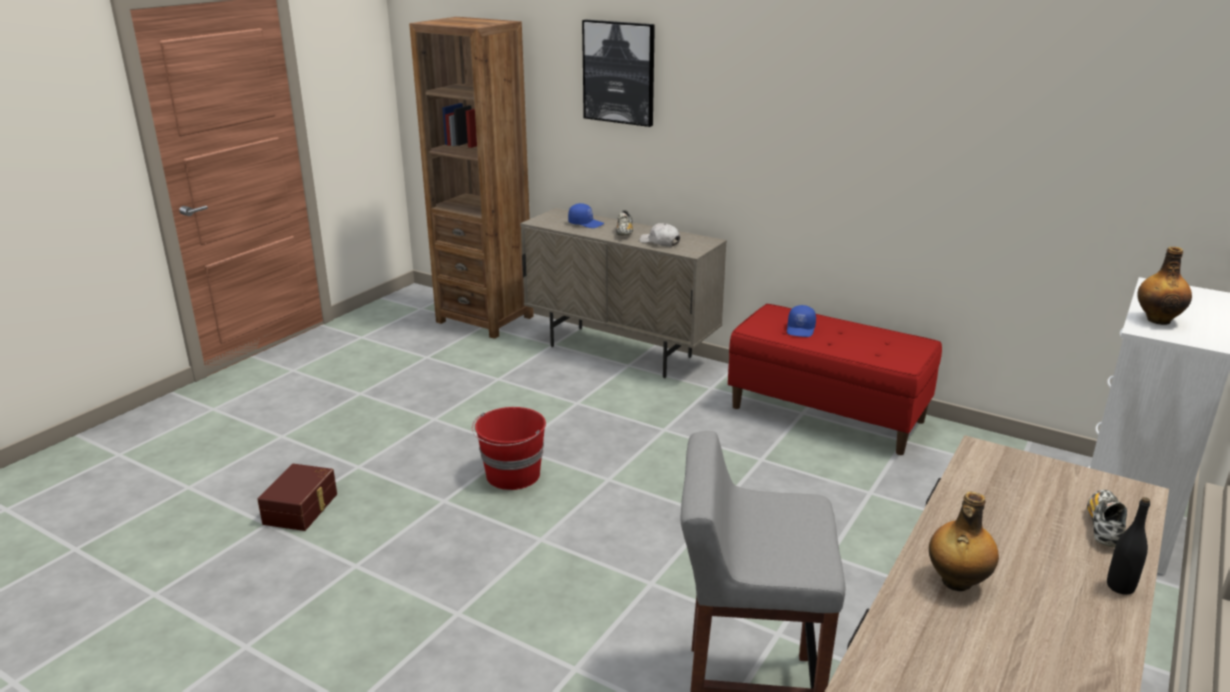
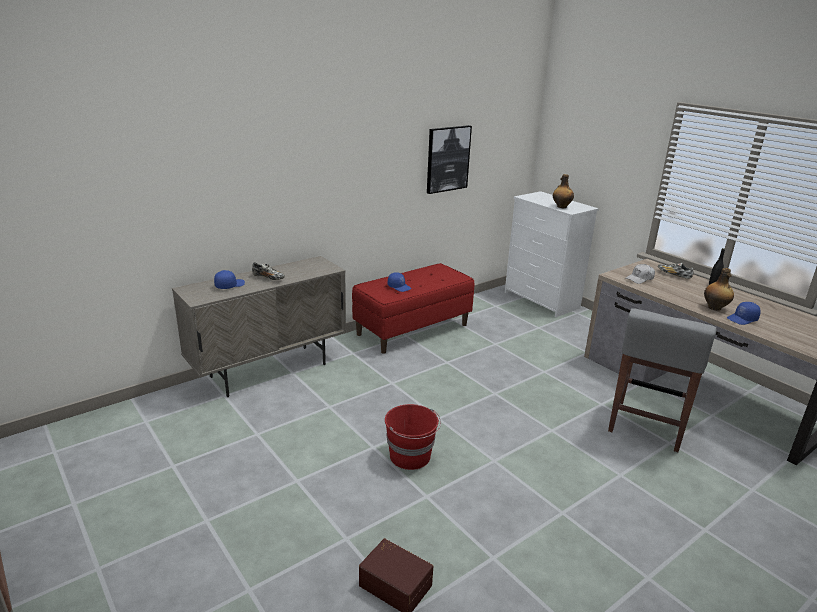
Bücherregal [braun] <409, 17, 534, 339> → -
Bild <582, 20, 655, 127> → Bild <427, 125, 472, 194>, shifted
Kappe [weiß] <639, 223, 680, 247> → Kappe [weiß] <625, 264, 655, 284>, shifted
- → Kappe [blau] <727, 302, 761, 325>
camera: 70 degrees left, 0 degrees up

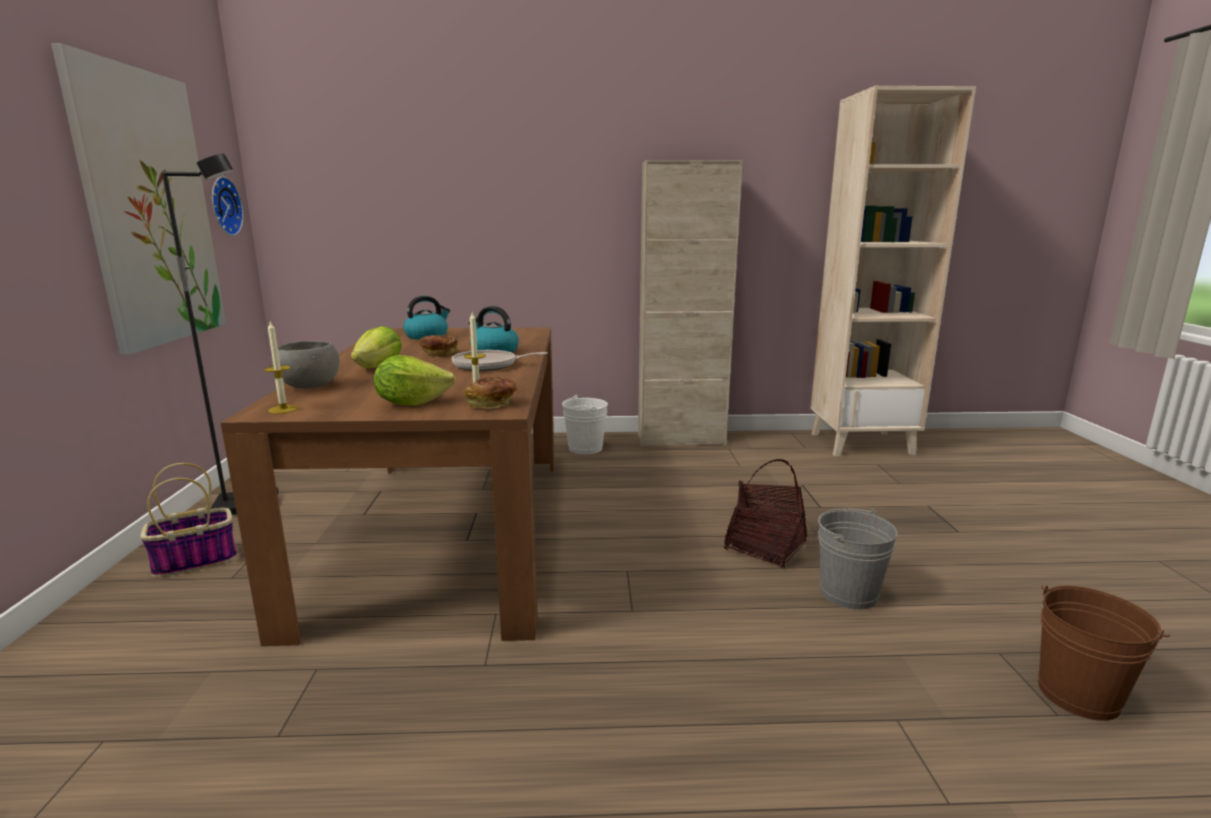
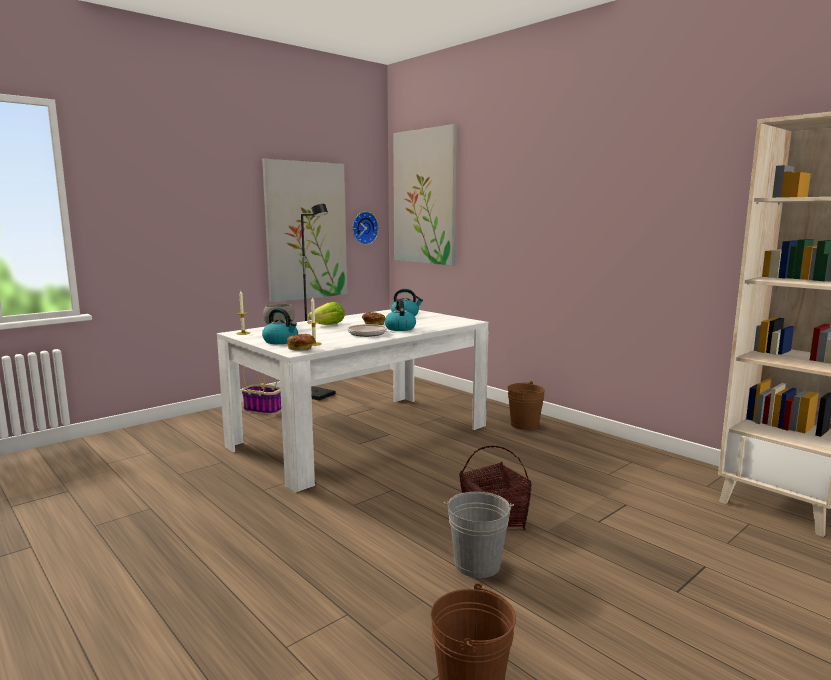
Esstisch [braun] <220, 327, 554, 646> → Esstisch [weiß] <217, 309, 489, 493>
Salatkopf <374, 355, 455, 406> → Wasserkessel <262, 308, 298, 344>
Eimer [weiß] <562, 395, 608, 454> → Eimer [braun] <507, 381, 545, 430>
Schrank [beige] <638, 160, 743, 447> → -
- → Bild <393, 124, 457, 266>
camera: 50 degrees right, 5 degrees down

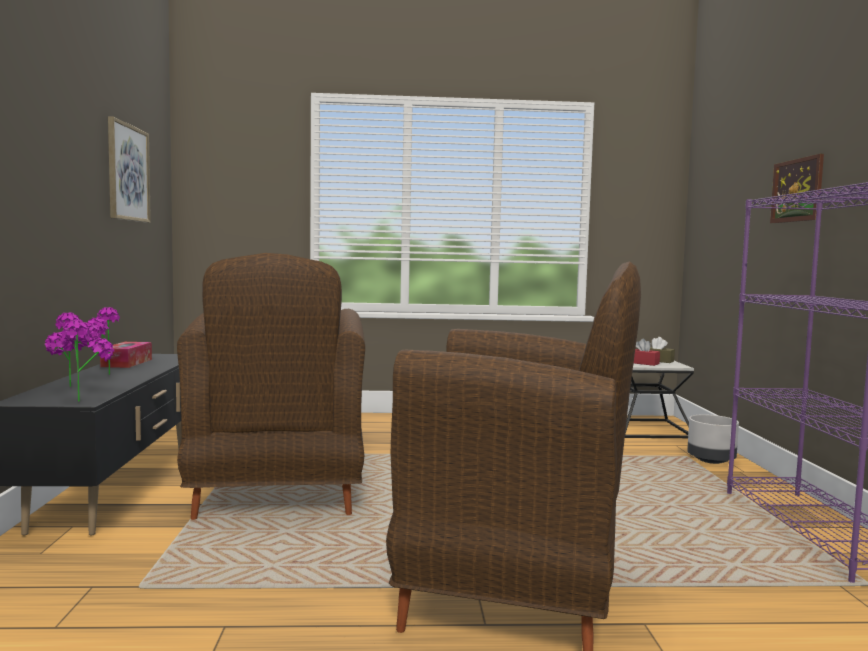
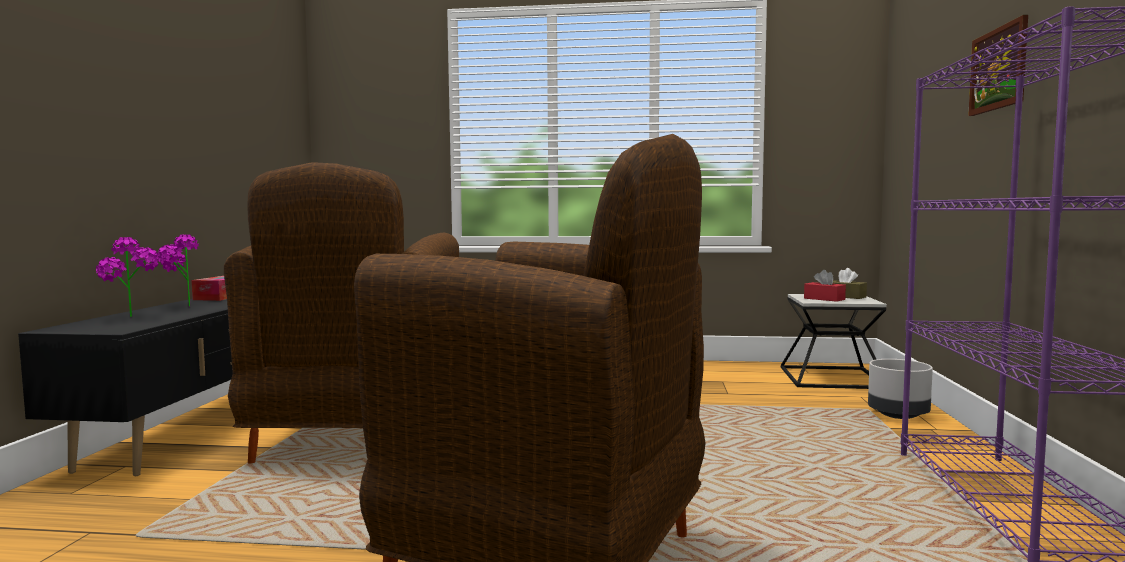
Topfpflanze <60, 320, 114, 402> → -
Bild <108, 116, 151, 223> → -
camera: 10 degrees right, 0 degrees up

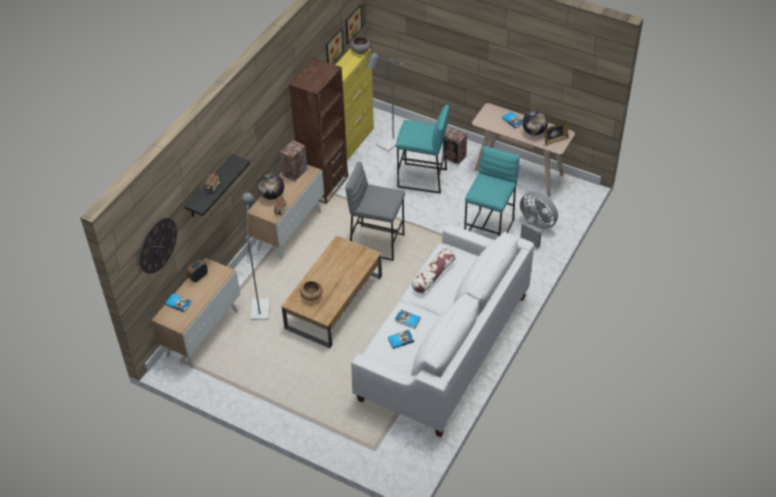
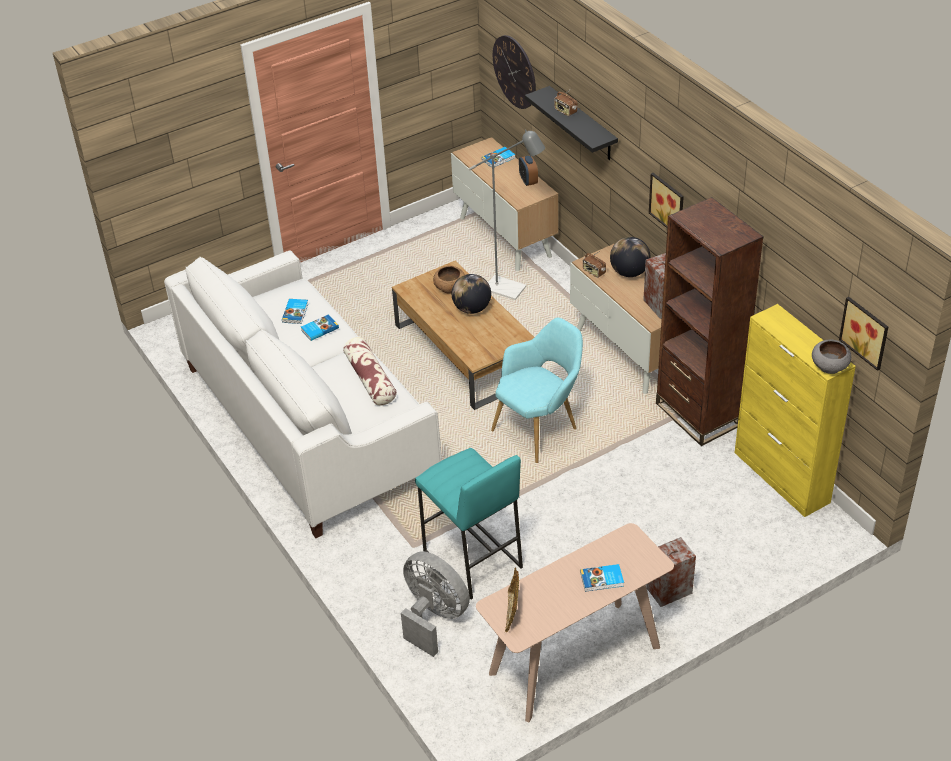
Bild <326, 28, 344, 64> → Bild <649, 173, 684, 228>, shifted
Hocker [grau] <345, 162, 405, 261> → Sessel [türkis] <491, 318, 583, 463>
Stehlampe [grau] <366, 51, 404, 152> → -
Hocker [türkis] <396, 105, 449, 194> → -
Ventilator [grau] <520, 191, 558, 248> → Ventilator [grau] <401, 551, 470, 657>, 120 degrees counterclockwise
Globus <522, 110, 548, 135> → Globus <452, 274, 491, 314>, shifted
camera: 120 degrees right, 5 degrees down

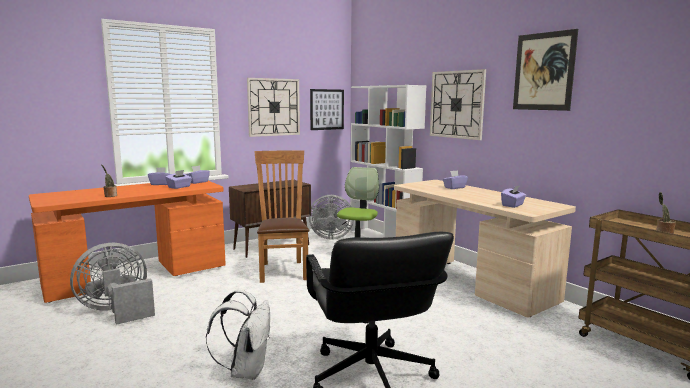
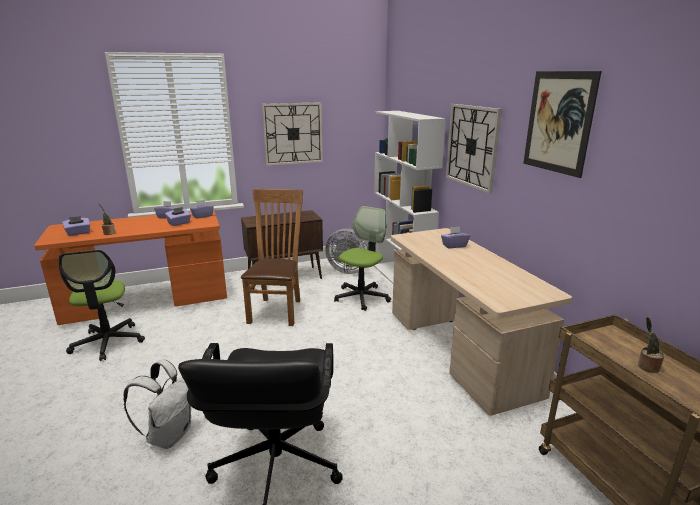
Ventilator [grau] <70, 243, 155, 325> → Bürostuhl <59, 250, 145, 361>
Bild <310, 89, 344, 130> → -
Taschentuchbox [lila] <501, 185, 526, 208> → Taschentuchbox [lila] <62, 216, 90, 236>, shifted
camera: 15 degrees right, 10 degrees up

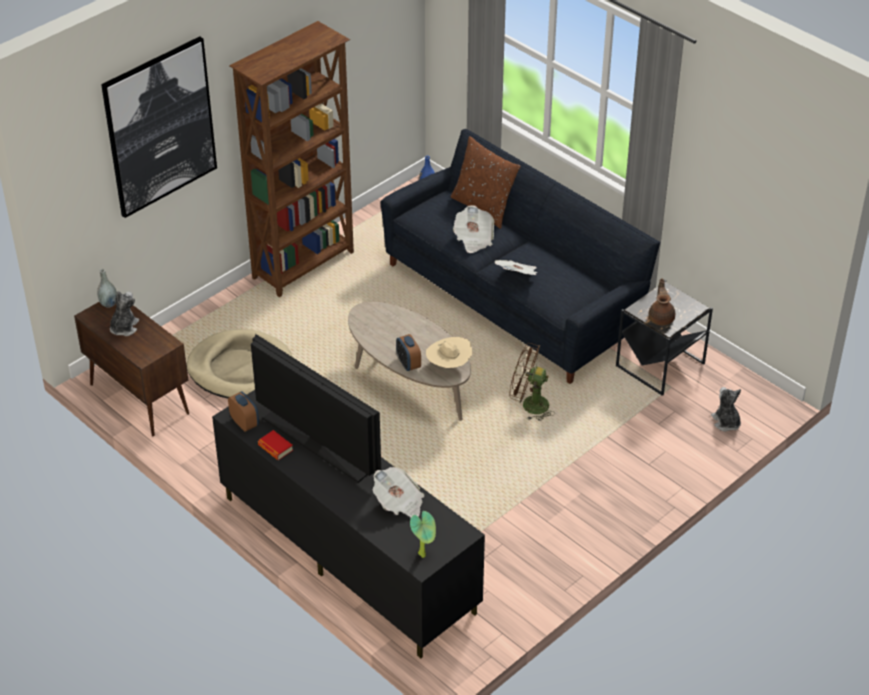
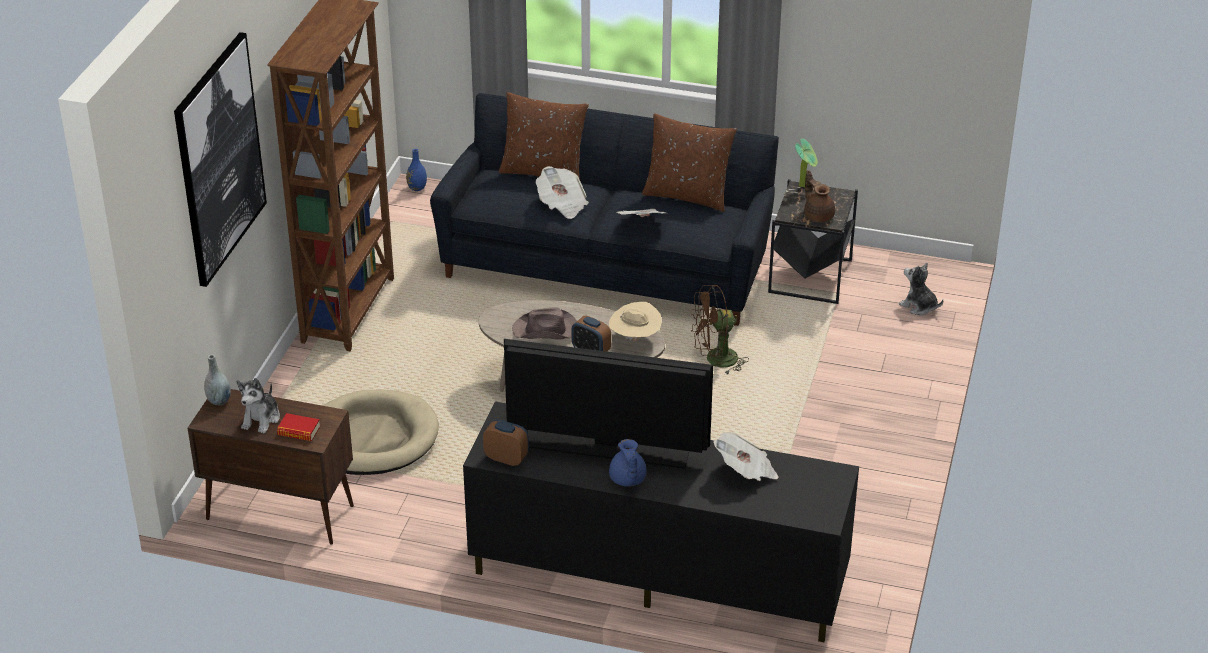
Plüschtier <110, 291, 139, 336> → Plüschtier <236, 378, 280, 433>, 150 degrees counterclockwise
Buch <258, 430, 293, 460> → Buch <277, 413, 320, 441>, shifted
Topfpflanze <410, 511, 436, 558> → Topfpflanze <795, 138, 818, 187>, shifted
- → Hut [braun] <512, 307, 577, 340>
- → Teekanne [blau] <609, 439, 646, 487>
- → Kissen [braun] <642, 114, 737, 212>
camera: 30 degrees left, 5 degrees down

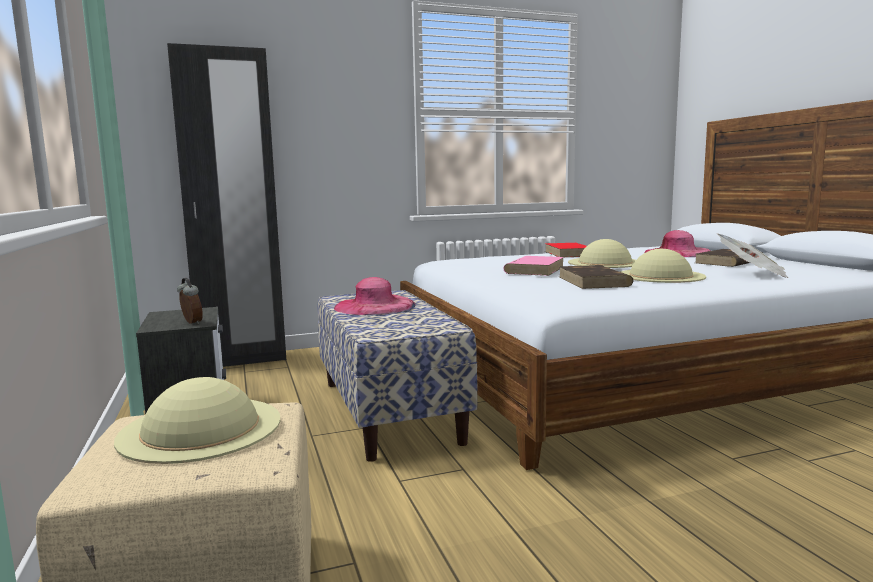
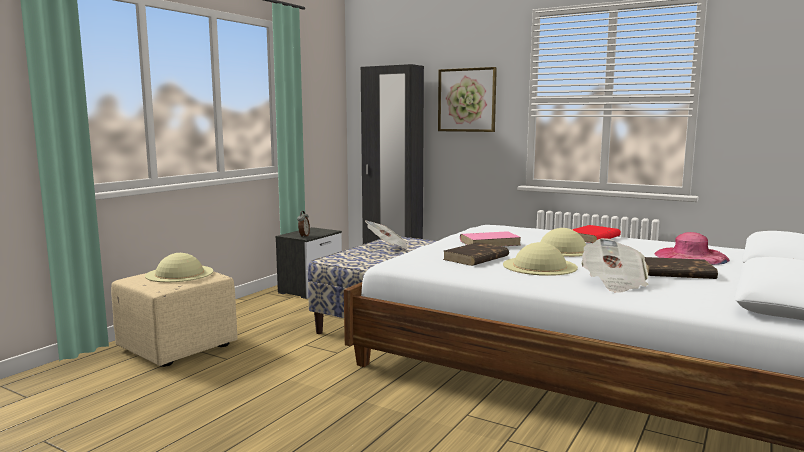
Hut [rosa] <334, 277, 416, 315> → Zeitung <365, 221, 409, 249>
- → Bild <438, 67, 497, 132>
camera: 50 degrees right, 0 degrees up

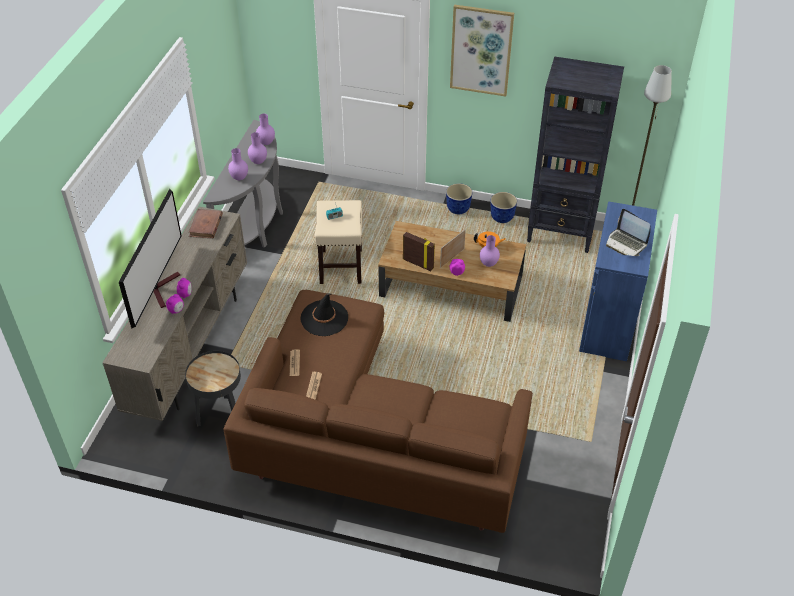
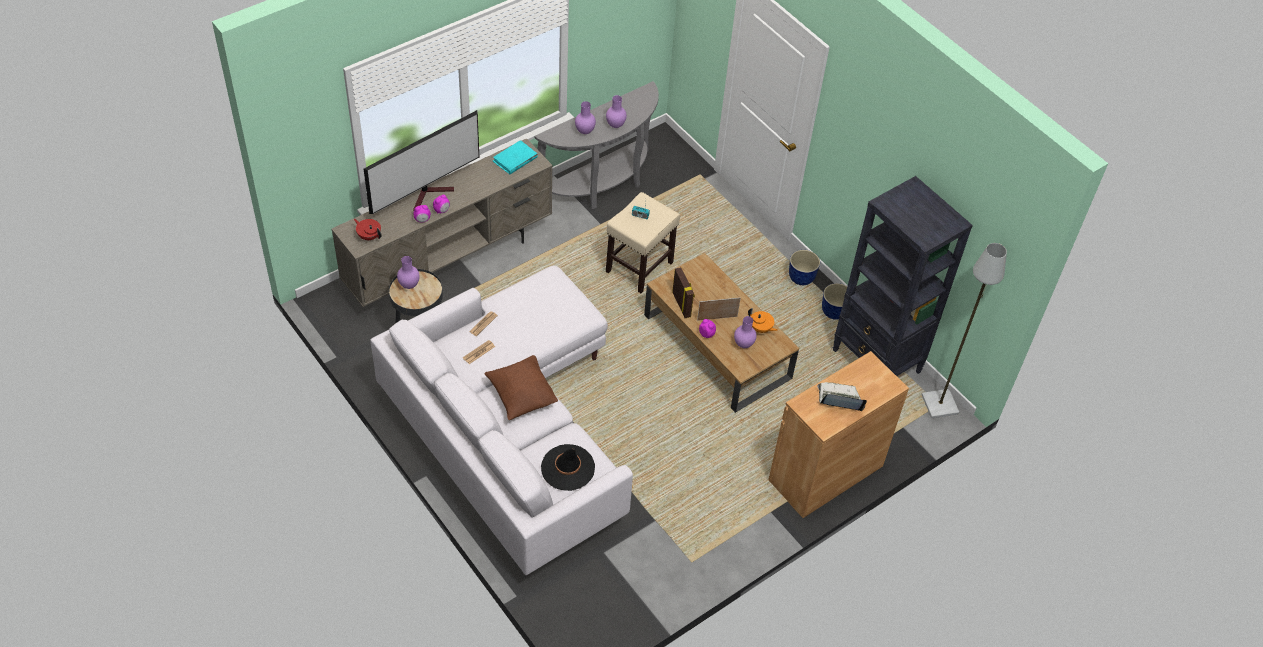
Buch [braun] <189, 209, 223, 238> → Buch [türkis] <493, 140, 538, 174>
Sofa [braun] <223, 290, 533, 533> → Sofa [weiß] <370, 265, 633, 575>
Vase [lila] <256, 114, 275, 145> → Vase [lila] <397, 256, 420, 289>, shifted
Hut [schwarz] <301, 293, 348, 336> → Hut [schwarz] <541, 444, 595, 491>, shifted
Bild <450, 4, 514, 97> → -
Schrank [blau] <579, 201, 657, 361> → Schrank [braun] <768, 351, 909, 518>
Laptop <606, 209, 651, 256> → Laptop <817, 382, 867, 411>, 105 degrees clockwise
- → Teekanne [rot] <354, 219, 382, 240>
- → Kissen [braun] <484, 355, 558, 420>
camera: 35 degrees right, 5 degrees up

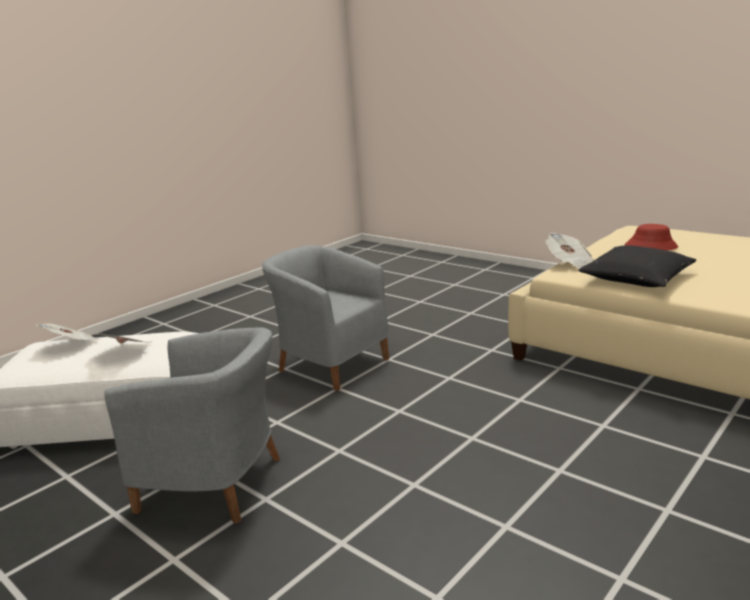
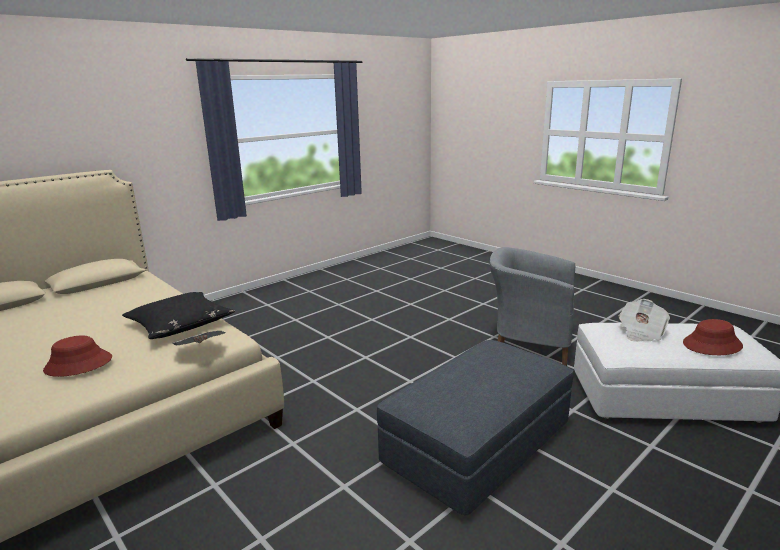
Zeitung <36, 323, 100, 340> → Hut [rot] <683, 319, 743, 355>
Sessel [grau] <262, 245, 389, 391> → Polsterhocker [grau] <377, 340, 573, 515>
camera: 175 degrees left, 0 degrees up

